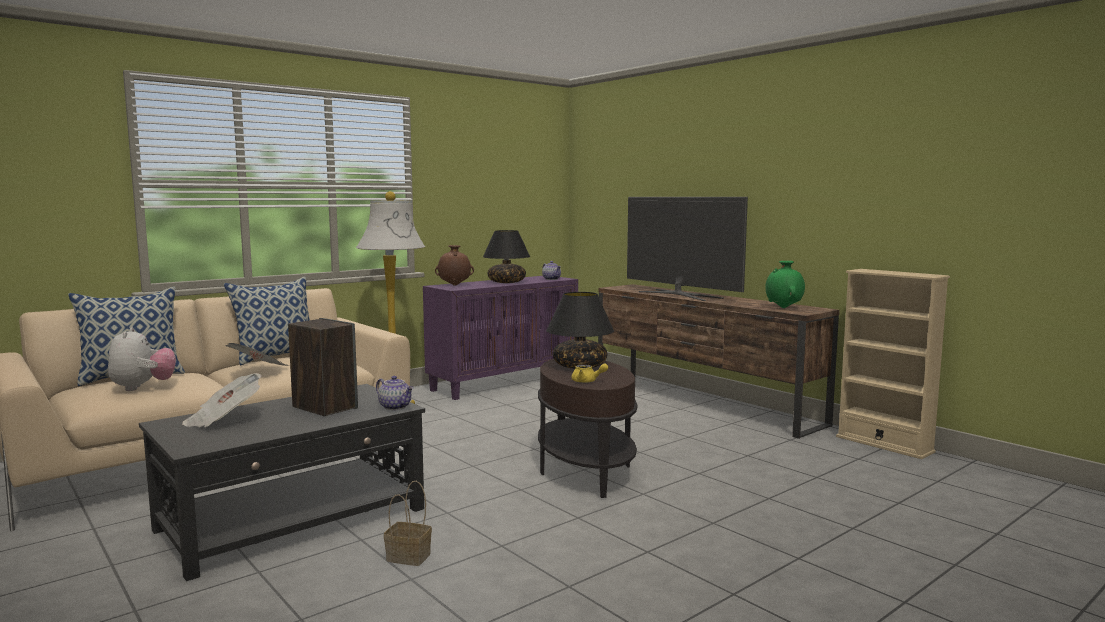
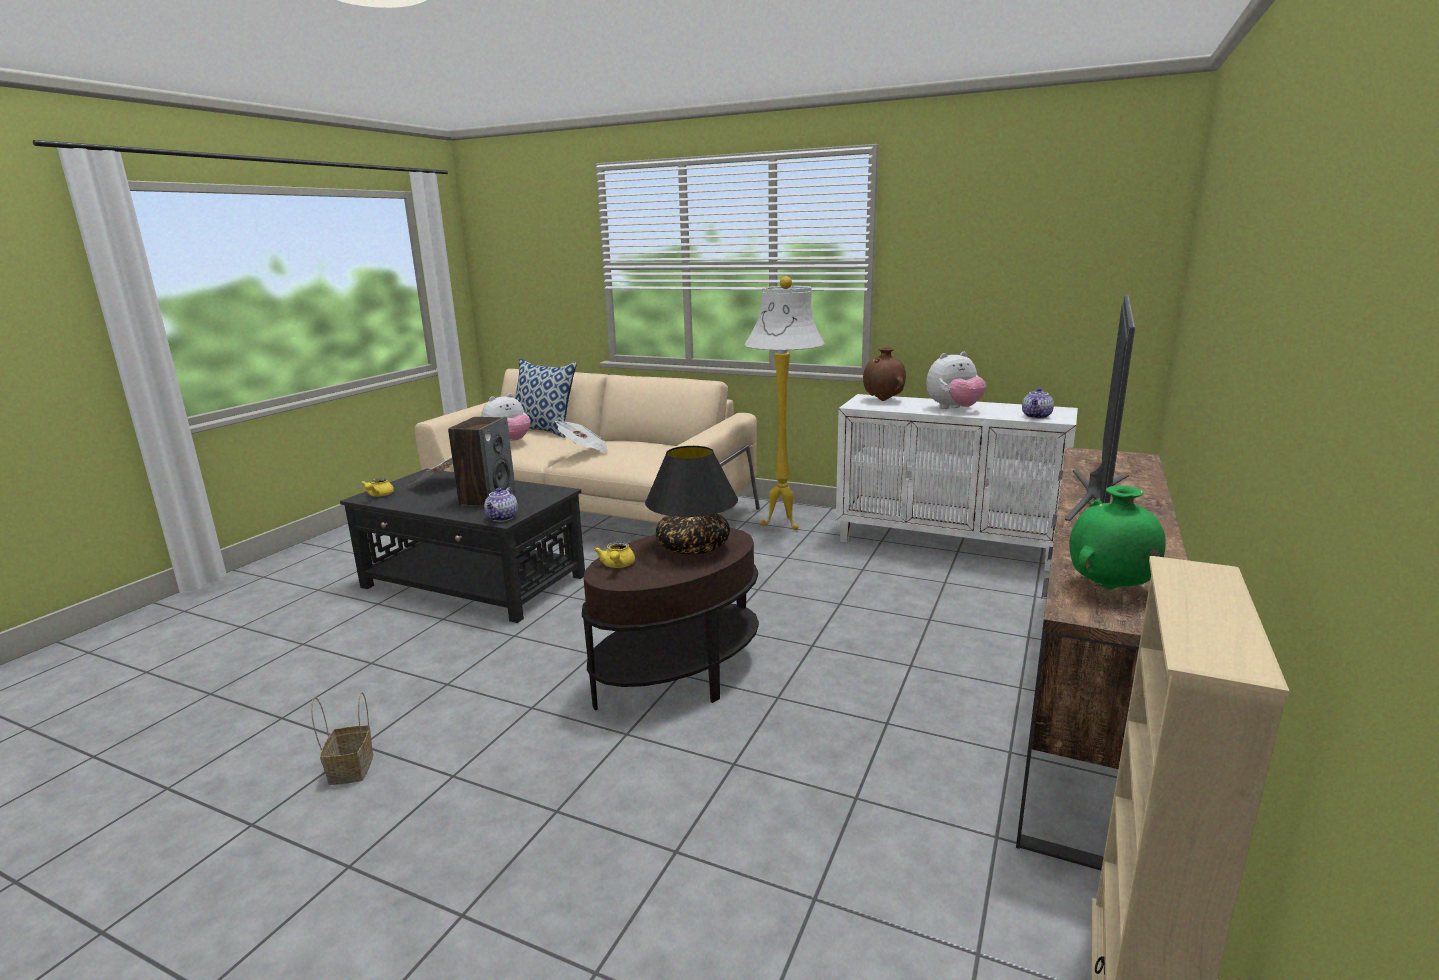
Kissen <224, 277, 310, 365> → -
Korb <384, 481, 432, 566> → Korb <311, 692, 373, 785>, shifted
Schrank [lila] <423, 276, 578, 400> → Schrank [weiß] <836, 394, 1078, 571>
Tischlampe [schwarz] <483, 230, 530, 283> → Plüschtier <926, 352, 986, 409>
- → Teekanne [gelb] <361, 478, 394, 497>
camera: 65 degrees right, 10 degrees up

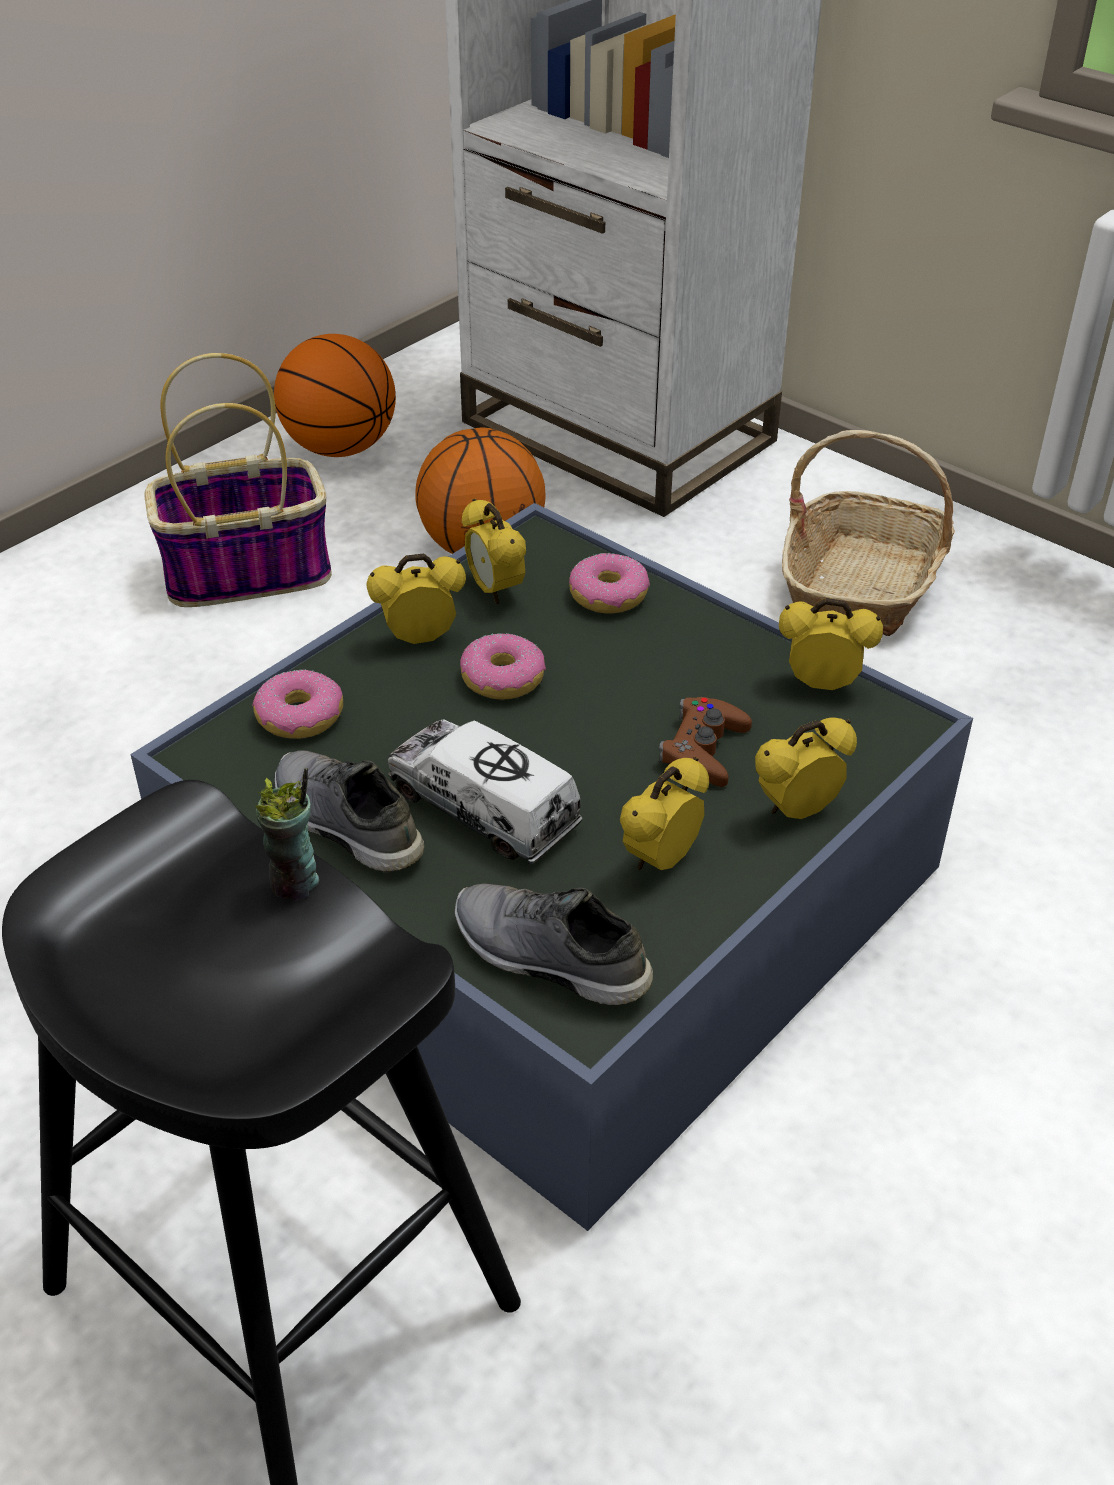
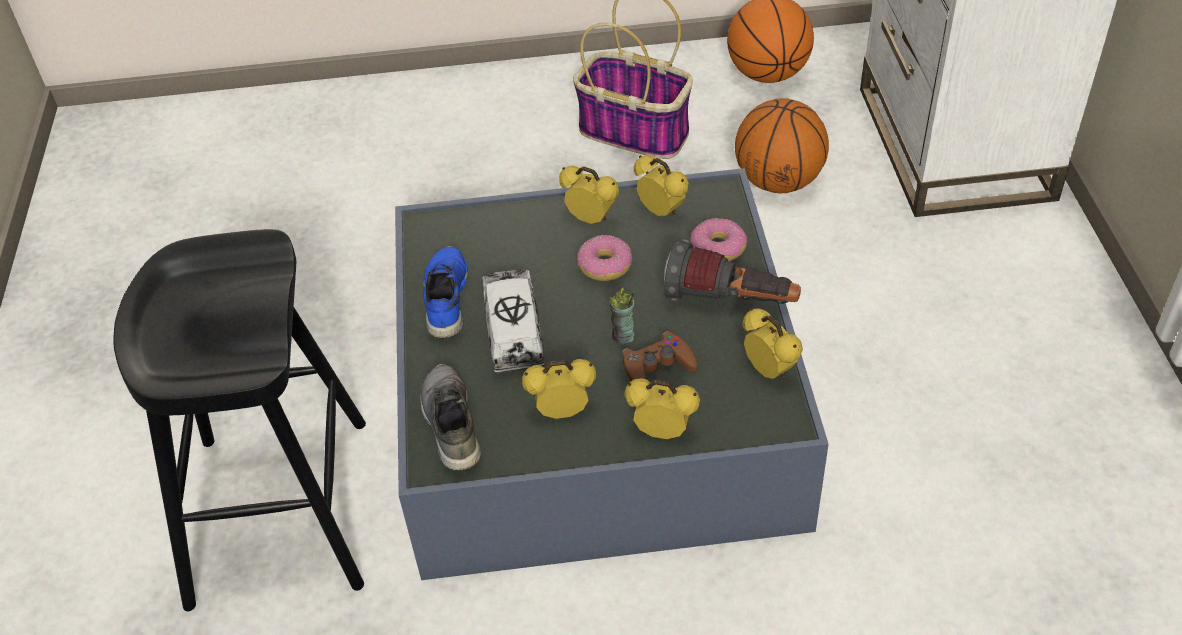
Donut <252, 670, 343, 739> → -
Tasse <255, 767, 319, 900> → Tasse <609, 287, 635, 345>, shifted
Schuh [grau] <275, 750, 424, 872> → Schuh [blau] <423, 246, 468, 338>
Wecker <462, 498, 526, 604> → Wecker <634, 155, 689, 216>, 120 degrees clockwise
Korb <782, 430, 955, 636> → -
- → Taschenlampe <664, 239, 801, 304>
camera: 45 degrees right, 5 degrees up

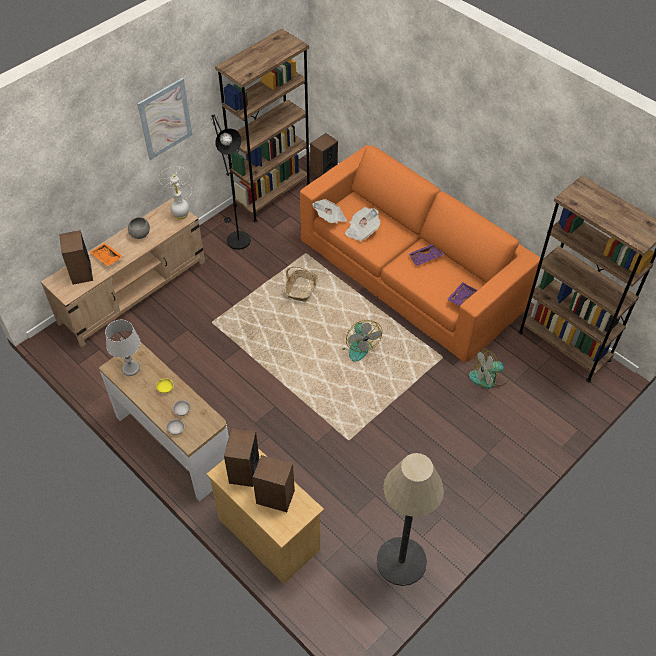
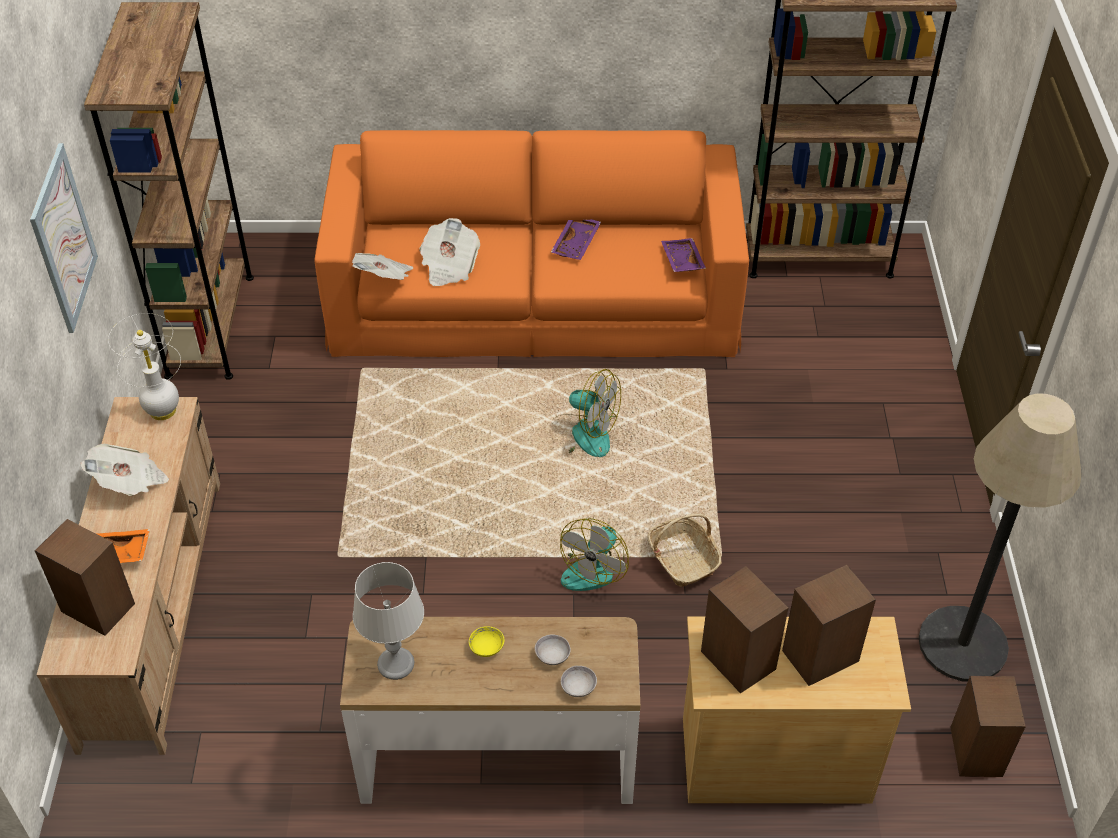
Schüssel [grau] <128, 217, 150, 239> → Zeitung <80, 444, 169, 496>
Stehlampe [schwarz] <211, 114, 251, 250> → -
Korb <284, 266, 318, 302> → Korb <648, 514, 722, 587>, shifted
Lautsprecher <310, 133, 338, 178> → Lautsprecher <950, 676, 1026, 777>, shifted
Ventilator <469, 348, 510, 389> → Ventilator <560, 518, 629, 591>, shifted
camera: 45 degrees left, 5 degrees down

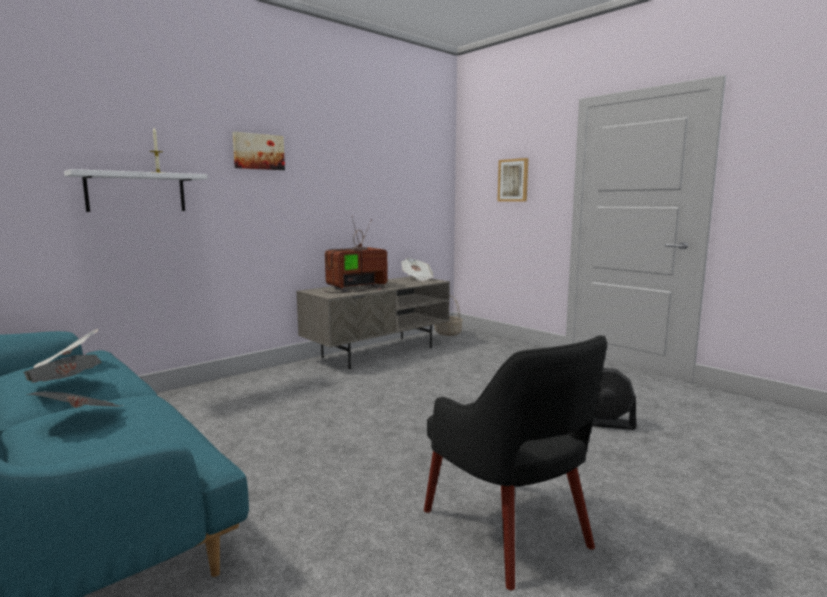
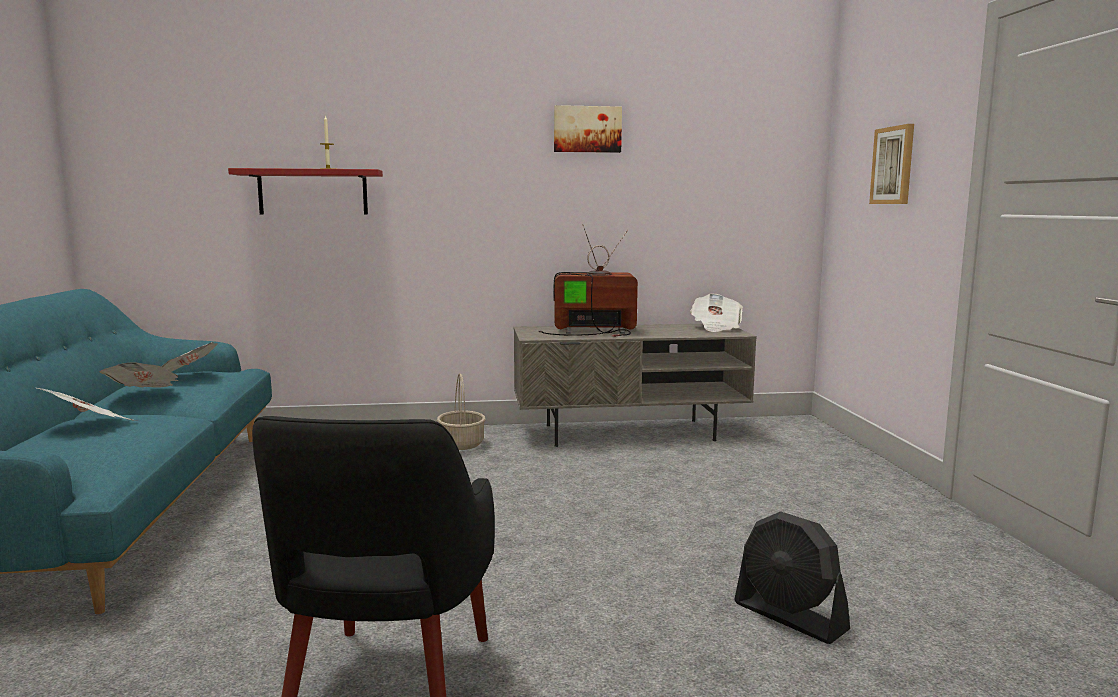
Wandregal [weiß] <64, 169, 208, 212> → Wandregal [rot] <228, 168, 383, 215>
Bild <232, 132, 285, 170> → Bild <554, 105, 622, 153>, shifted
Korb <435, 295, 463, 336> → Korb <437, 373, 485, 450>, shifted
camera: 35 degrees right, 0 degrees up

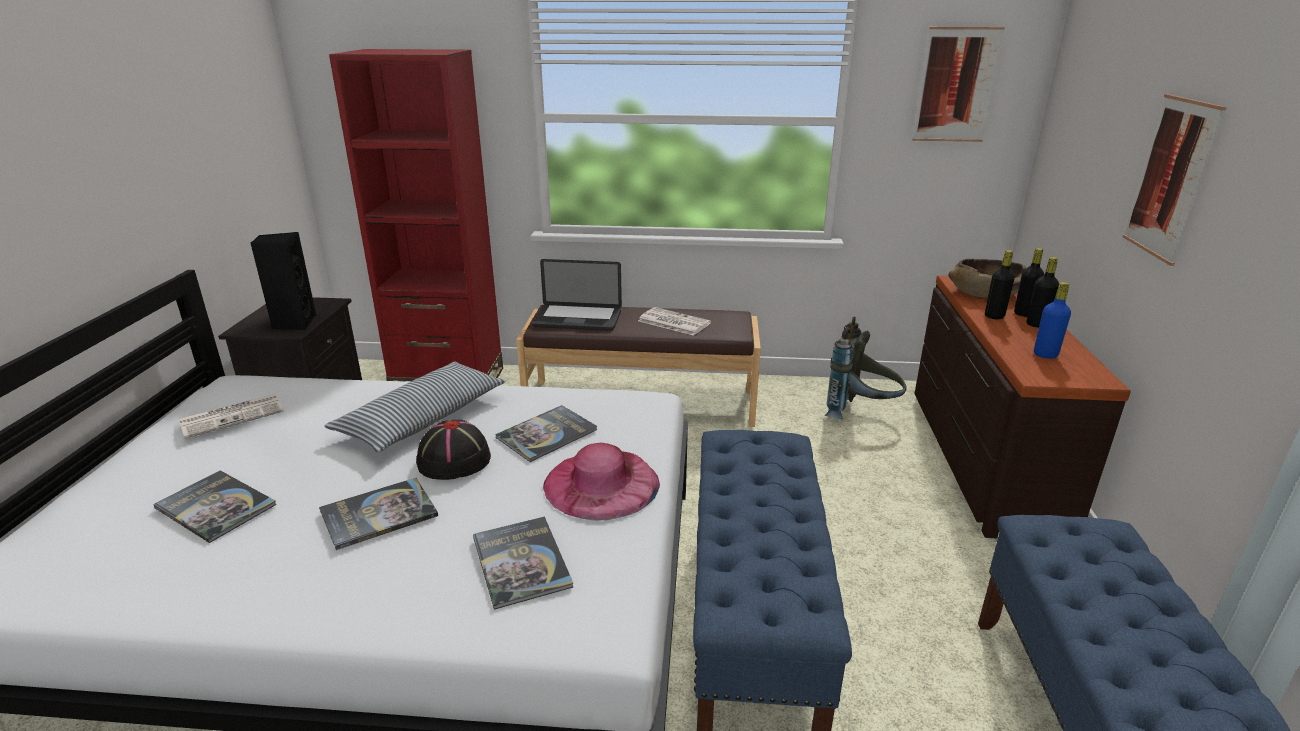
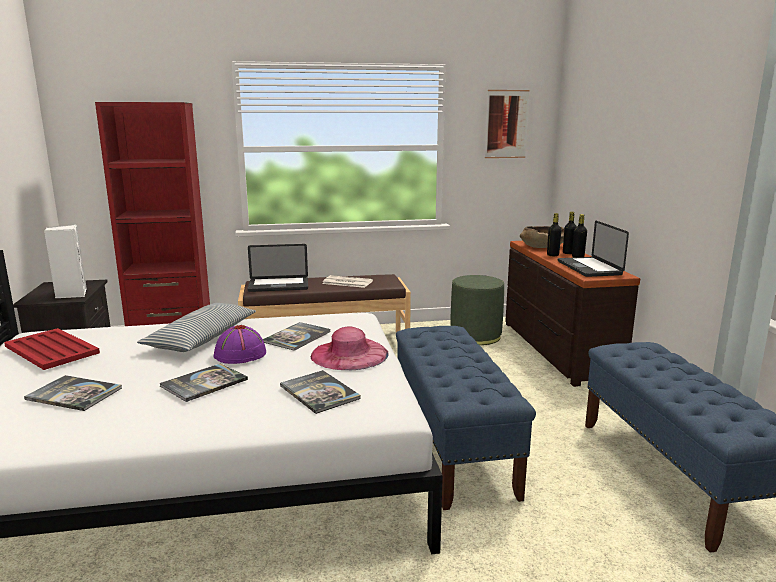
Zeitung <179, 394, 284, 439> → Tablett [rot] <4, 328, 100, 370>
Lautsprecher [schwarz] <250, 232, 316, 330> → Lautsprecher [weiß] <44, 225, 87, 298>
Hut [schwarz] <416, 420, 491, 480> → Hut [lila] <213, 325, 266, 364>
Rucksack [grau] <825, 317, 907, 419> → Polsterhocker [grün] <450, 275, 504, 345>
Flasche [blau] <1034, 282, 1071, 359> → Laptop <558, 221, 629, 277>
Bild <1123, 94, 1227, 266> → -
camera: 15 degrees left, 10 degrees down

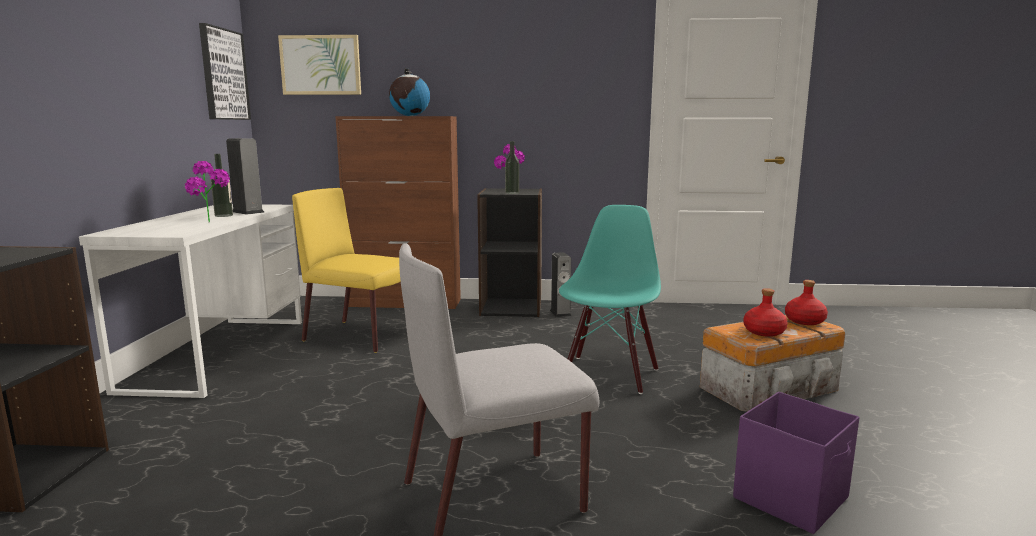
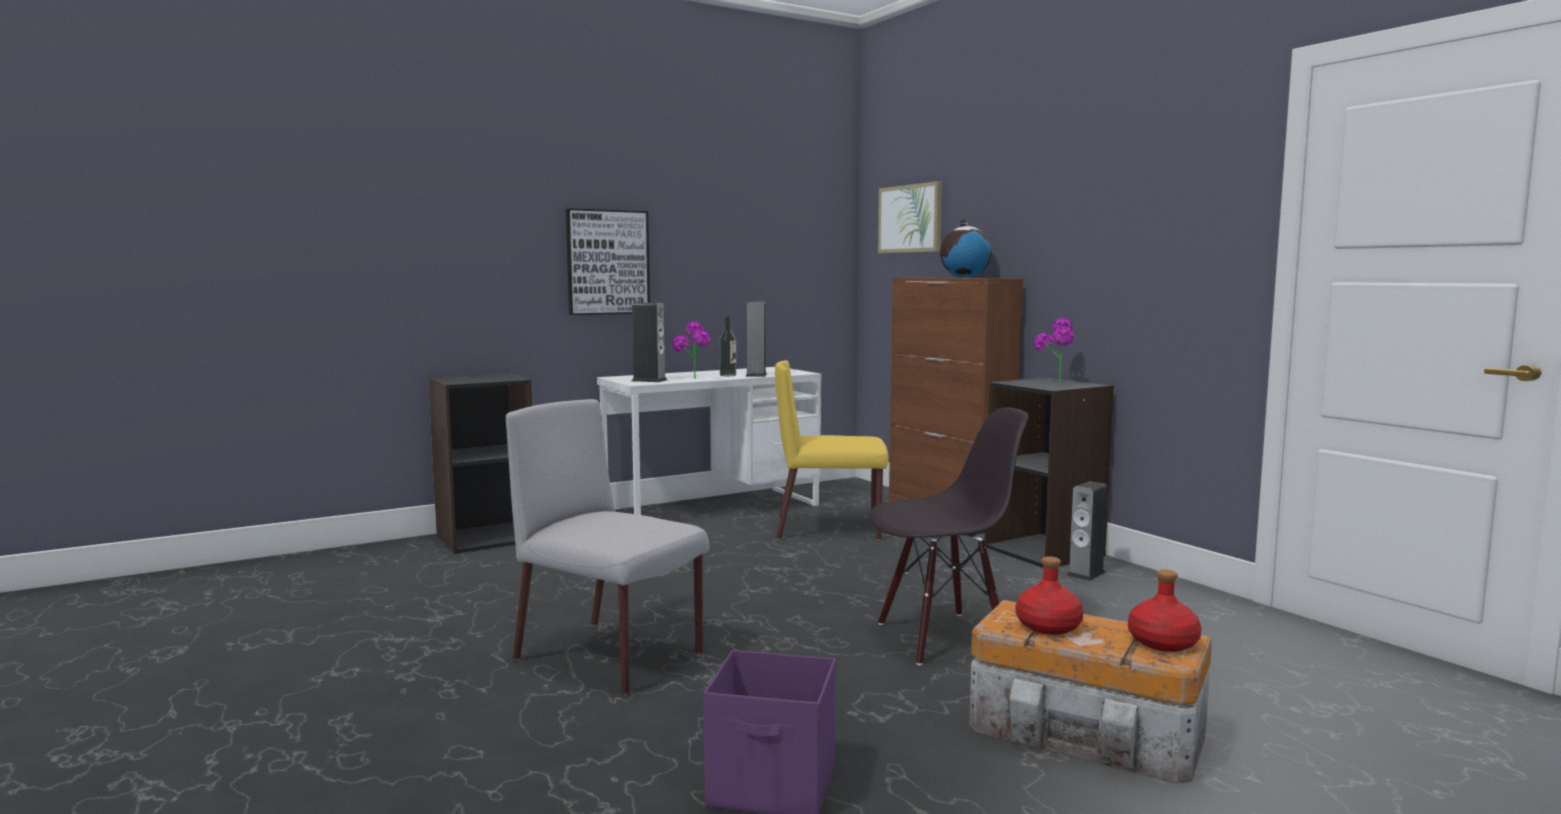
Bild <199, 23, 251, 120> → Bild <566, 208, 650, 315>, shifted
Stuhl [gelb] <292, 188, 401, 353> → Stuhl [gelb] <775, 360, 888, 540>, 75 degrees counterclockwise
Flasche <505, 141, 519, 194> → -
Stuhl [türkis] <559, 205, 661, 394> → Stuhl [schwarz] <869, 407, 1028, 665>
- → Lautsprecher <632, 303, 667, 382>
camera: 55 degrees right, 5 degrees down

